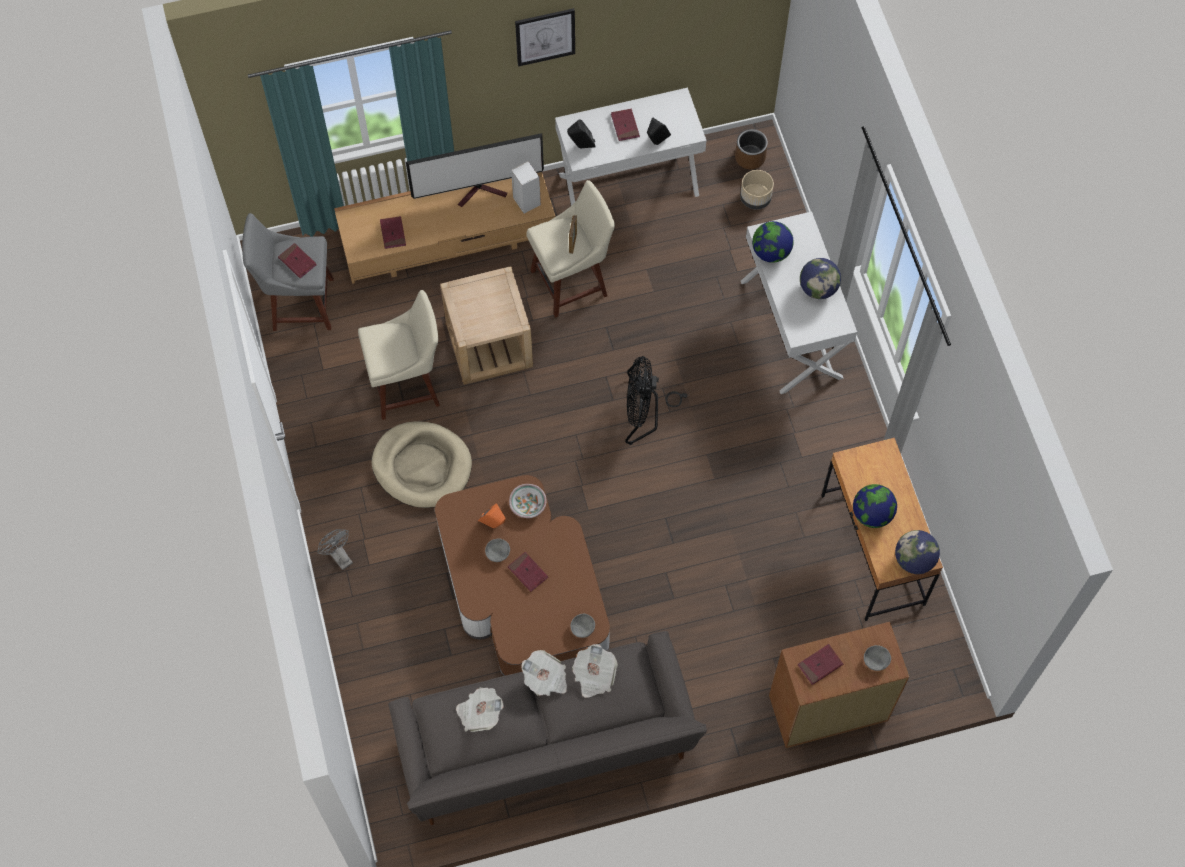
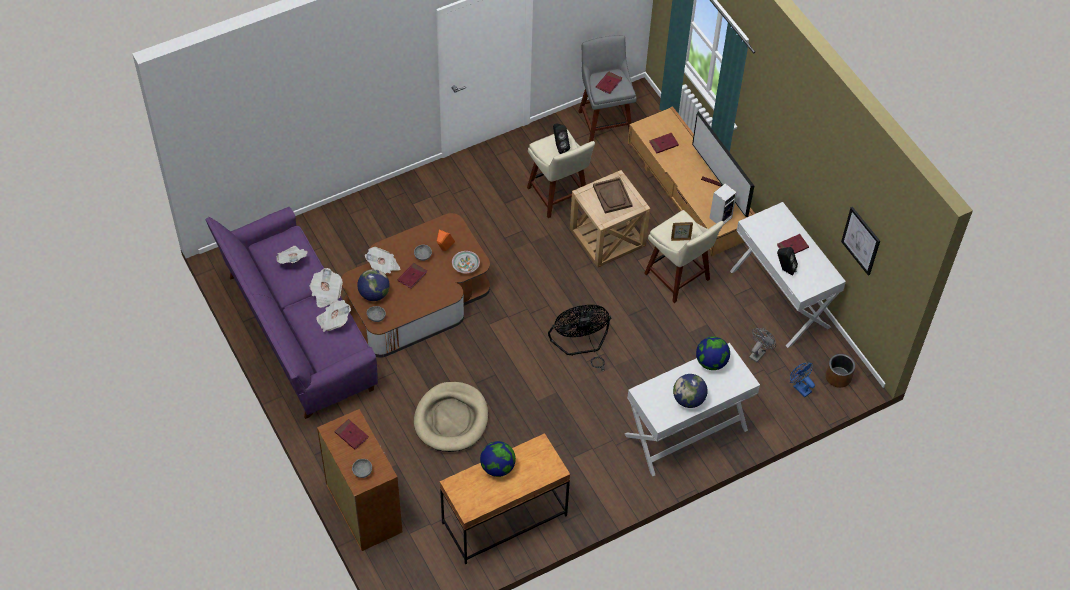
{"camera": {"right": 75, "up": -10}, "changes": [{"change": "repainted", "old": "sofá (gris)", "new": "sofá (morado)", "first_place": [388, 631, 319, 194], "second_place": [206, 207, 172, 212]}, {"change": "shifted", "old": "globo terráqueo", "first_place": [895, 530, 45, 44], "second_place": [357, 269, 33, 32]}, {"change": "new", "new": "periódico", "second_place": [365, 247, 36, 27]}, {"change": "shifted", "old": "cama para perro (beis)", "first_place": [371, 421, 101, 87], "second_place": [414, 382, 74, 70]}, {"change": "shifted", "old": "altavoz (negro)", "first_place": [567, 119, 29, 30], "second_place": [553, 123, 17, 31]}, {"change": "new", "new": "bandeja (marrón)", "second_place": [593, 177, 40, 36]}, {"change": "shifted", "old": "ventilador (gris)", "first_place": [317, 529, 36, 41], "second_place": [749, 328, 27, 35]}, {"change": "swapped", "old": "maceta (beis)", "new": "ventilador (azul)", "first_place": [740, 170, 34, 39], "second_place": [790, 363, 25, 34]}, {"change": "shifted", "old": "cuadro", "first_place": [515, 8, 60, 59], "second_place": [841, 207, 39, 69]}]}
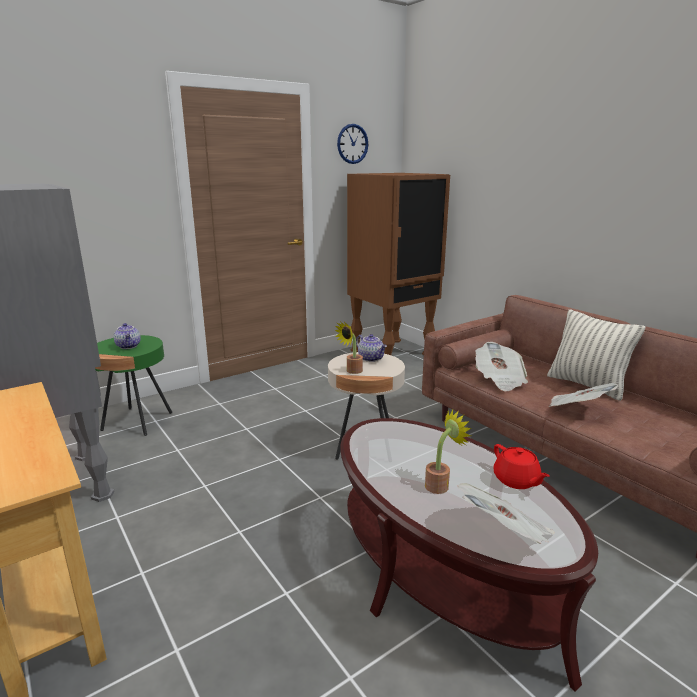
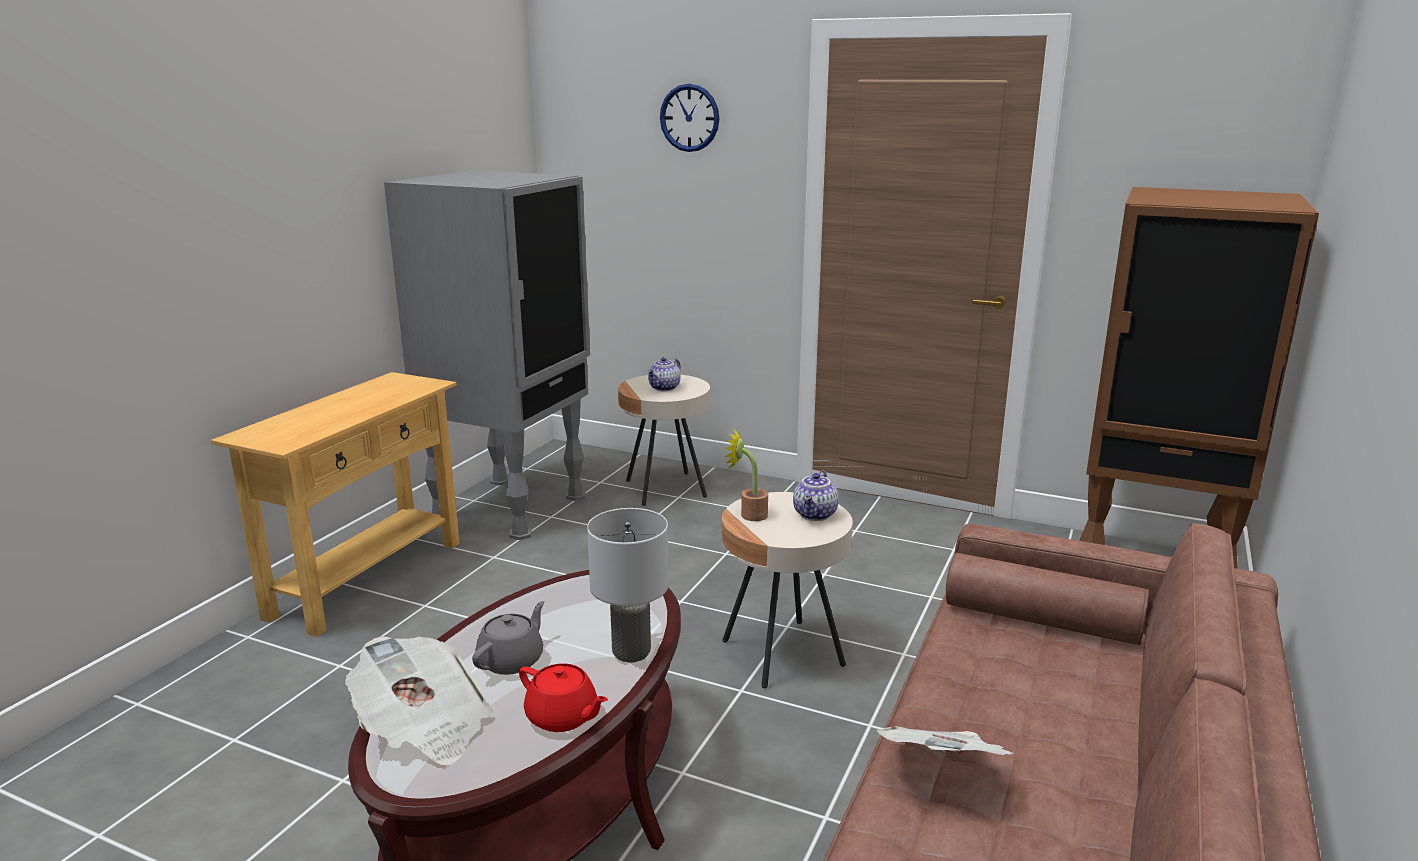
{"camera": {"right": 60, "up": 0}, "changes": [{"change": "swapped", "old": "planta en maceta", "new": "tetera (gris)", "first_place": [425, 410, 46, 84], "second_place": [472, 601, 73, 74]}, {"change": "rotated", "old": "tetera (rojo)", "first_place": [494, 444, 55, 45], "second_place": [519, 663, 89, 69], "degrees": -90}, {"change": "new", "new": "lámpara de mesa (blanco)", "second_place": [587, 508, 82, 155]}, {"change": "repainted", "old": "mesa auxiliar (verde)", "new": "mesa auxiliar (beis)", "first_place": [95, 335, 77, 101], "second_place": [618, 375, 92, 131]}, {"change": "shifted", "old": "reloj de pared", "first_place": [337, 124, 31, 40], "second_place": [660, 84, 60, 68]}, {"change": "gone", "old": "periódico", "first_place": [475, 342, 53, 50]}, {"change": "gone", "old": "cojín", "first_place": [547, 309, 99, 92]}]}
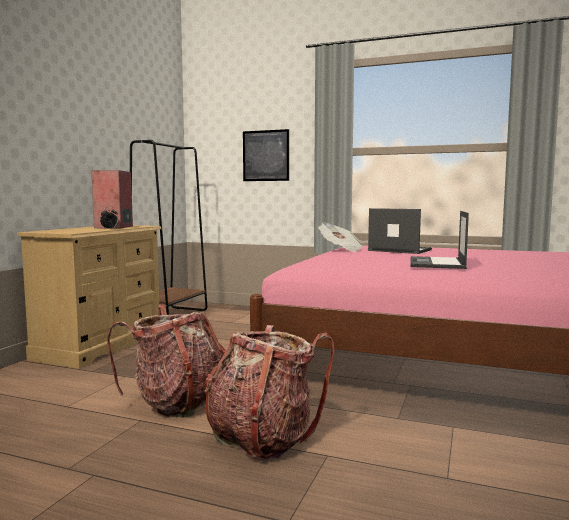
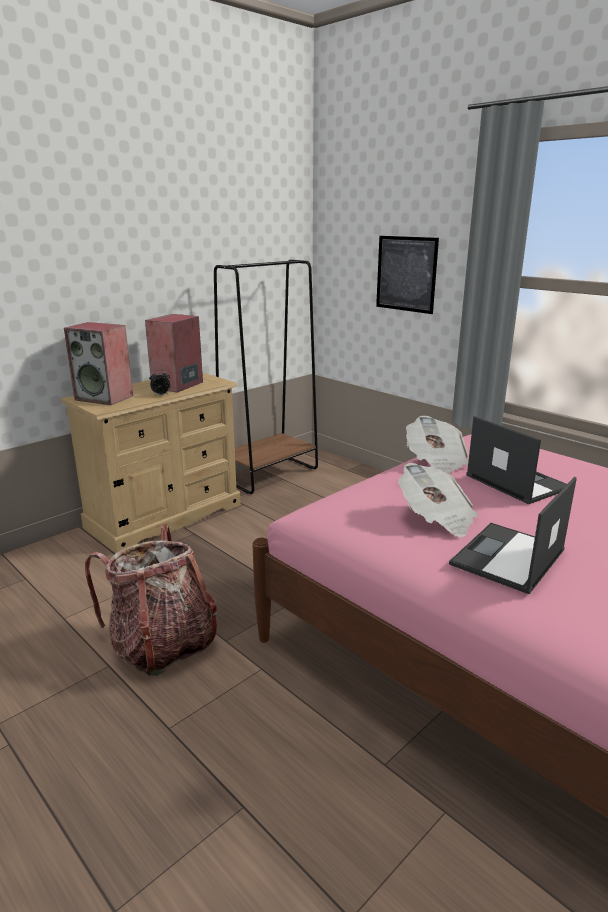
{"camera": {"right": 25, "up": 15}, "changes": [{"change": "new", "new": "altavoz", "second_place": [64, 322, 69, 83]}, {"change": "new", "new": "periódico", "second_place": [398, 463, 80, 75]}, {"change": "gone", "old": "mochila", "first_place": [204, 325, 130, 136]}]}
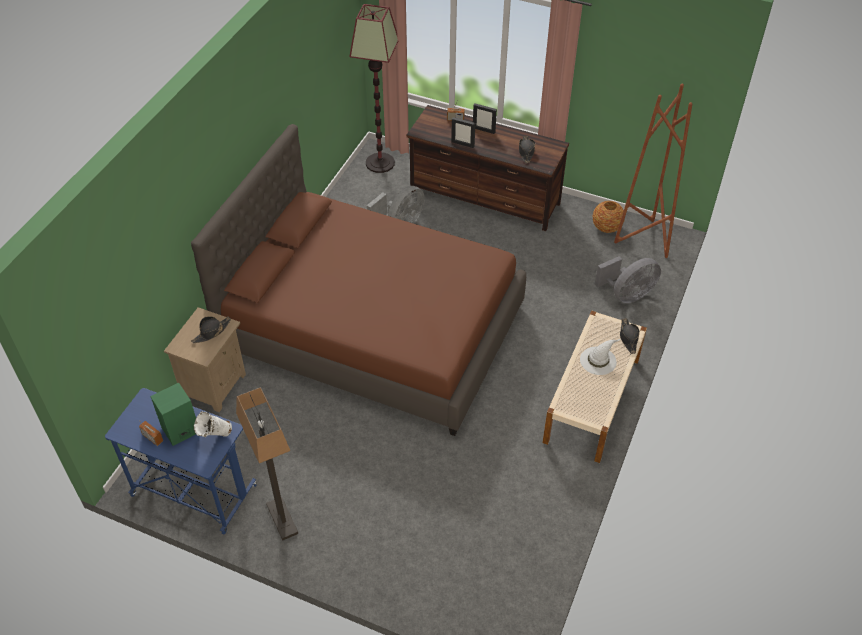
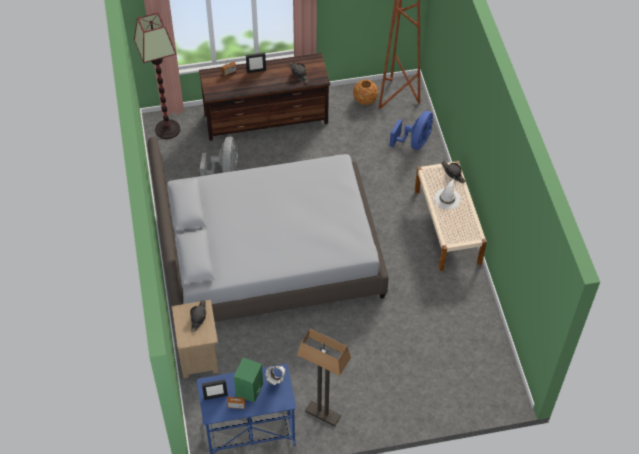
{"camera": {"right": -35, "up": 5}, "changes": [{"change": "repainted", "old": "cama (marrón)", "new": "cama (gris)", "first_place": [191, 124, 335, 312], "second_place": [147, 136, 242, 186]}, {"change": "shifted", "old": "portarretratos", "first_place": [451, 117, 24, 31], "second_place": [202, 379, 26, 21]}, {"change": "repainted", "old": "ventilador (gris)", "new": "ventilador (azul)", "first_place": [595, 256, 66, 47], "second_place": [390, 111, 43, 39]}]}
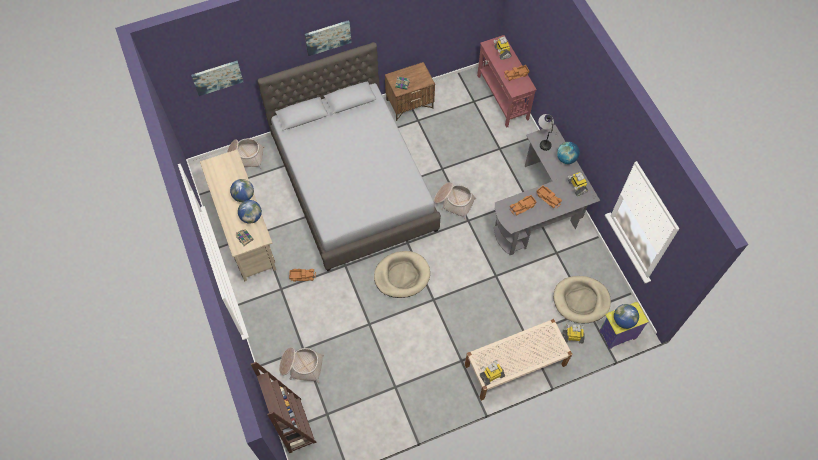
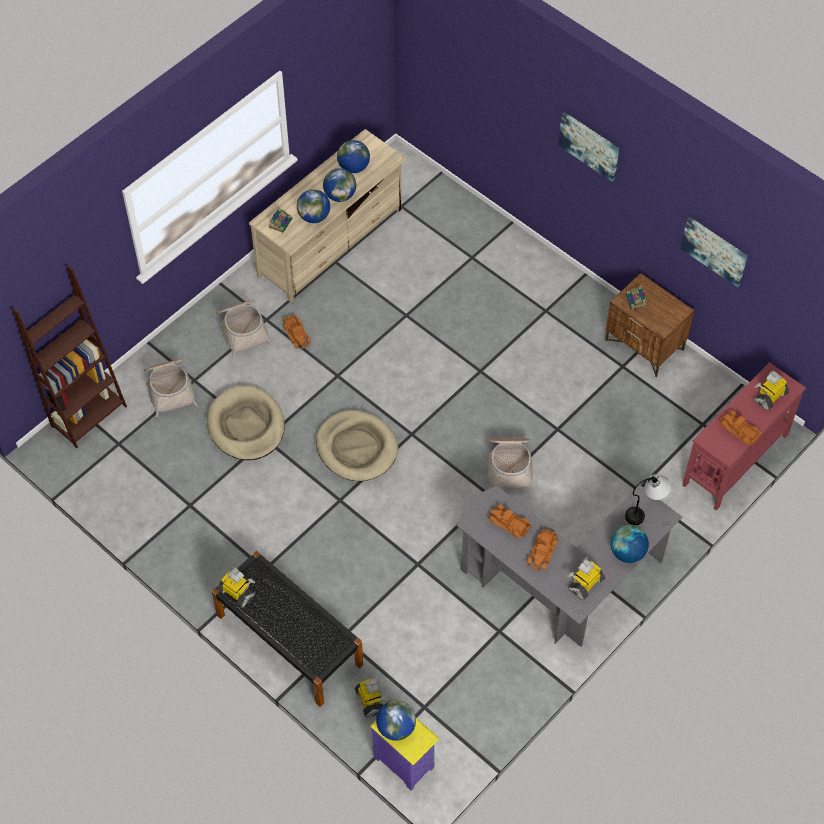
{"camera": {"right": 65, "up": -5}, "changes": [{"change": "shifted", "old": "cama para perro (beis)", "first_place": [553, 276, 58, 47], "second_place": [207, 385, 78, 75]}, {"change": "repainted", "old": "banco (beis)", "new": "banco (negro)", "first_place": [465, 319, 107, 82], "second_place": [212, 550, 151, 157]}, {"change": "shifted", "old": "cesta", "first_place": [227, 138, 38, 31], "second_place": [216, 300, 56, 57]}, {"change": "new", "new": "globo terráqueo", "second_place": [337, 140, 33, 33]}, {"change": "shifted", "old": "cuadro", "first_place": [191, 61, 52, 35], "second_place": [681, 216, 67, 71]}, {"change": "gone", "old": "cama (gris)", "first_place": [258, 42, 183, 229]}]}
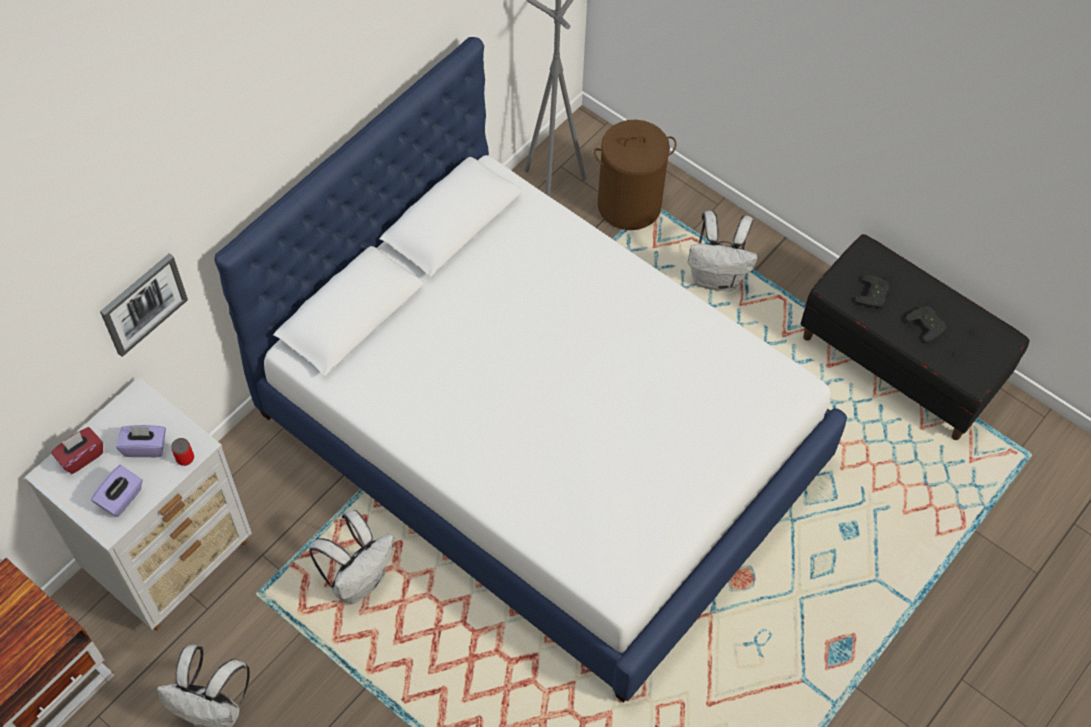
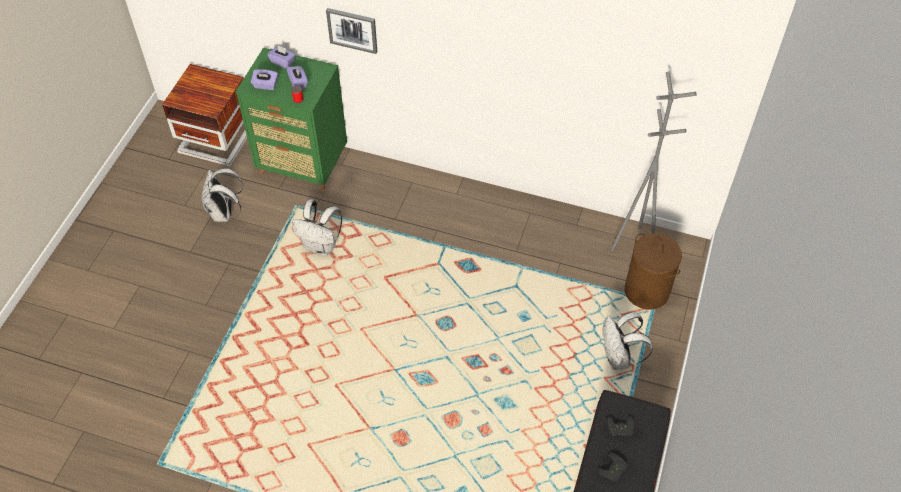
{"camera": {"right": 70, "up": -5}, "changes": [{"change": "repainted", "old": "cómoda (blanco)", "new": "cómoda (verde)", "first_place": [24, 377, 228, 254], "second_place": [236, 48, 111, 142]}, {"change": "repainted", "old": "caja de pañuelos (rojo)", "new": "caja de pañuelos (morado)", "first_place": [51, 427, 52, 47], "second_place": [267, 45, 29, 23]}, {"change": "gone", "old": "cama (blanco)", "first_place": [214, 37, 633, 666]}]}
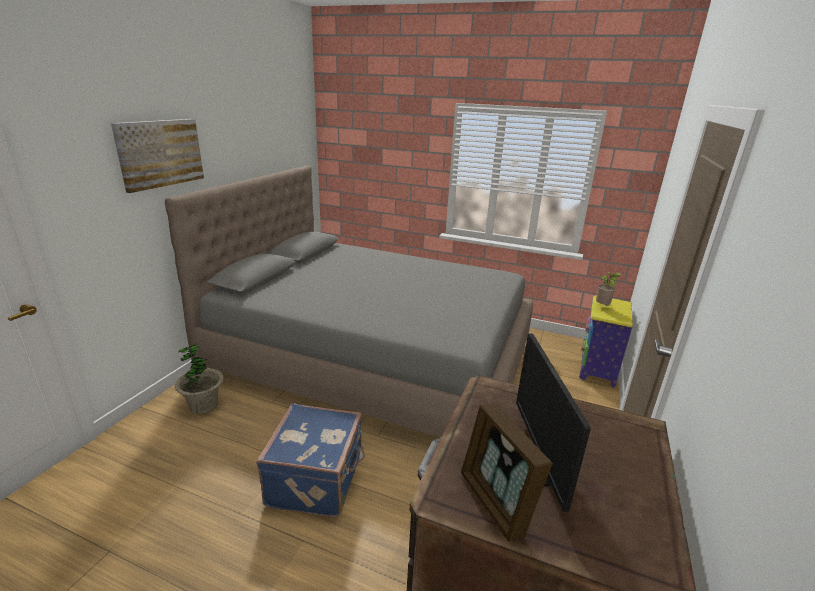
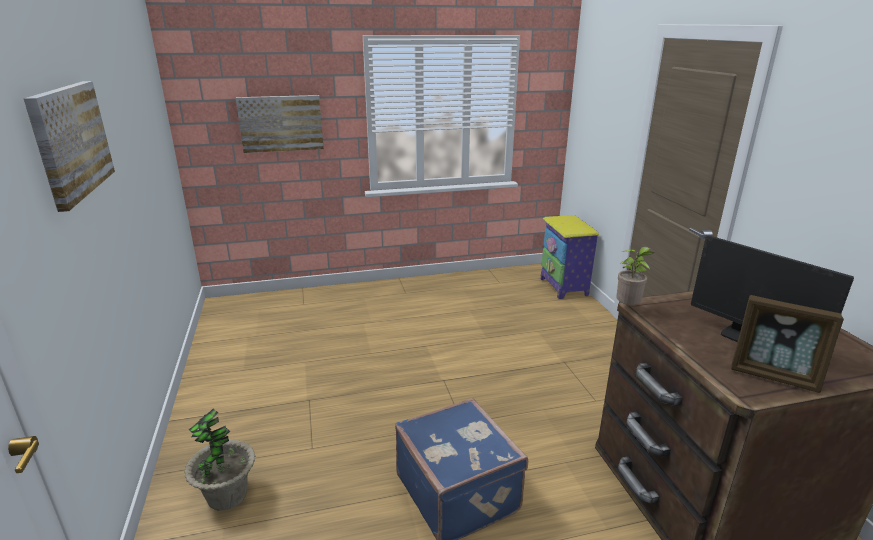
{"camera": {"right": -35, "up": 0}, "changes": [{"change": "new", "new": "cuadro", "second_place": [236, 95, 88, 58]}, {"change": "shifted", "old": "planta en maceta", "first_place": [596, 272, 26, 34], "second_place": [616, 247, 38, 58]}, {"change": "gone", "old": "cama (gris)", "first_place": [165, 166, 368, 271]}]}
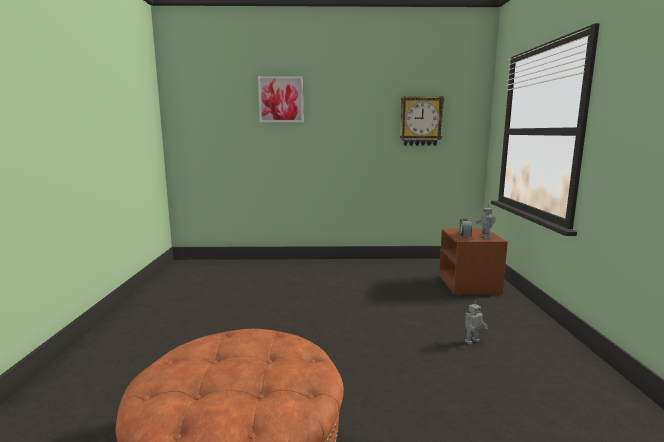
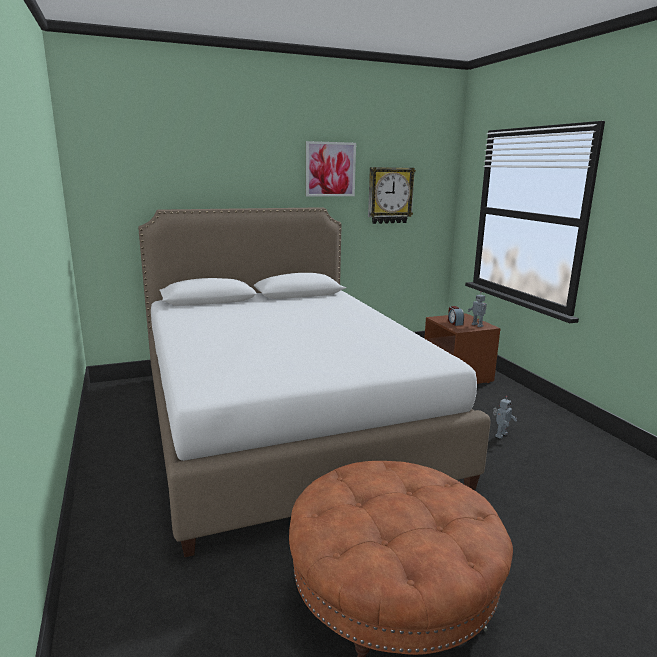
{"camera": {"right": -20, "up": 5}, "changes": [{"change": "new", "new": "cama (blanco)", "second_place": [138, 207, 353, 350]}, {"change": "shifted", "old": "cuadro", "first_place": [258, 76, 45, 46], "second_place": [306, 141, 50, 55]}]}
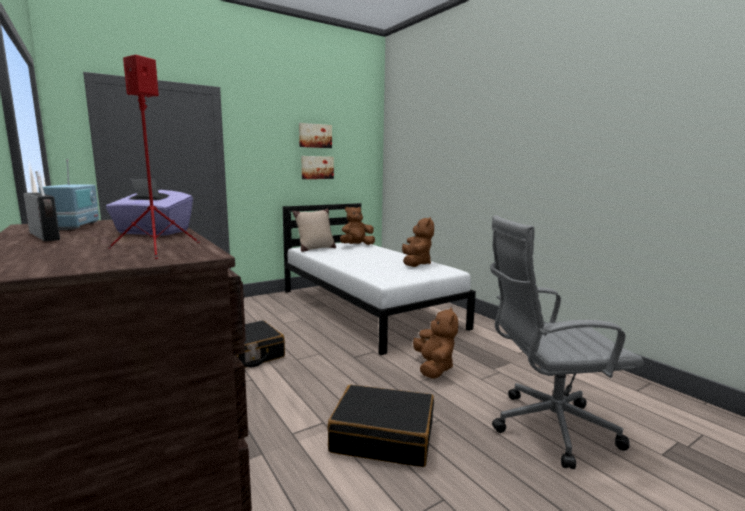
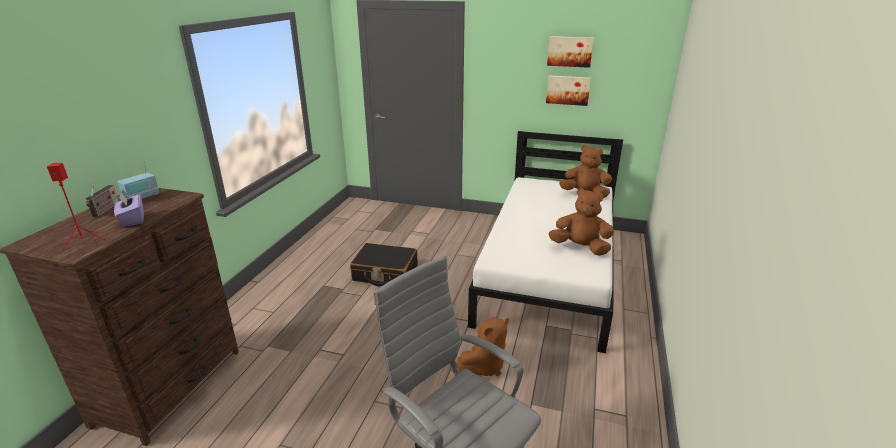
{"camera": {"right": 50, "up": 15}, "changes": [{"change": "rotated", "old": "peluche (marrón)", "first_place": [402, 217, 32, 50], "second_place": [548, 188, 66, 68], "degrees": -120}, {"change": "gone", "old": "cojín (beis)", "first_place": [292, 209, 44, 43]}, {"change": "gone", "old": "maleta (negro)", "first_place": [327, 385, 107, 82]}]}
